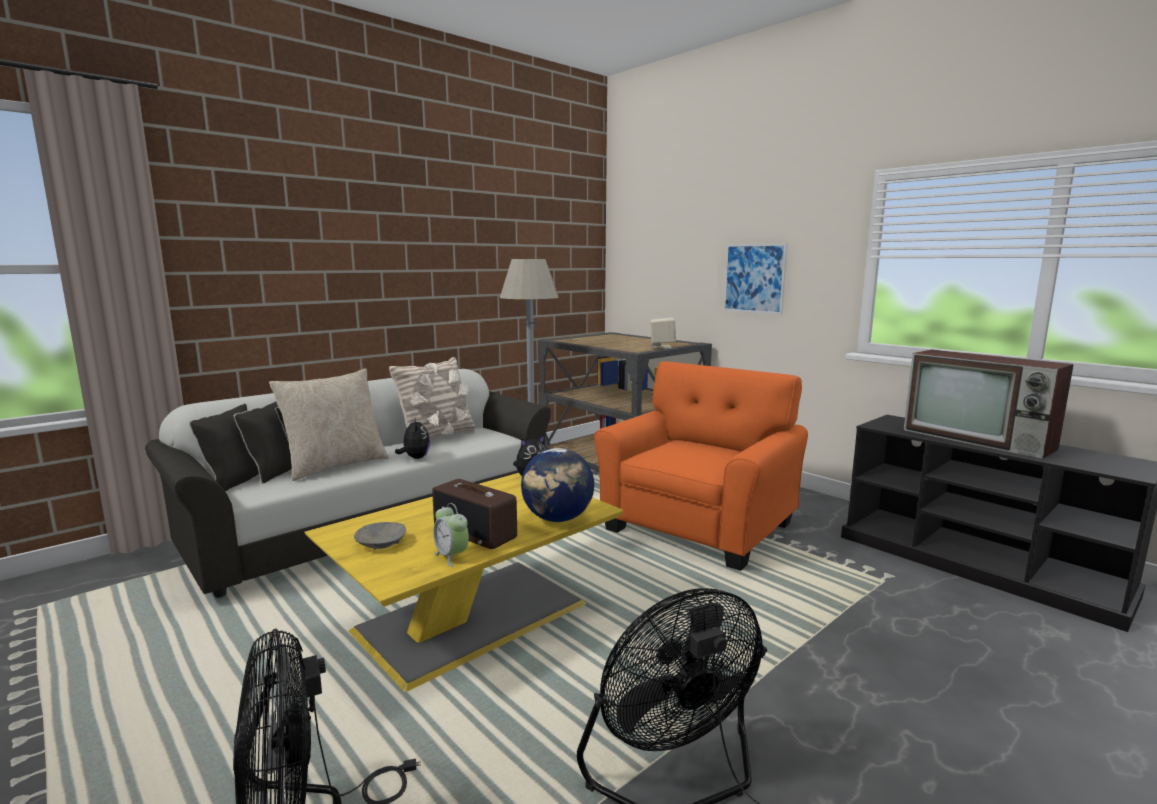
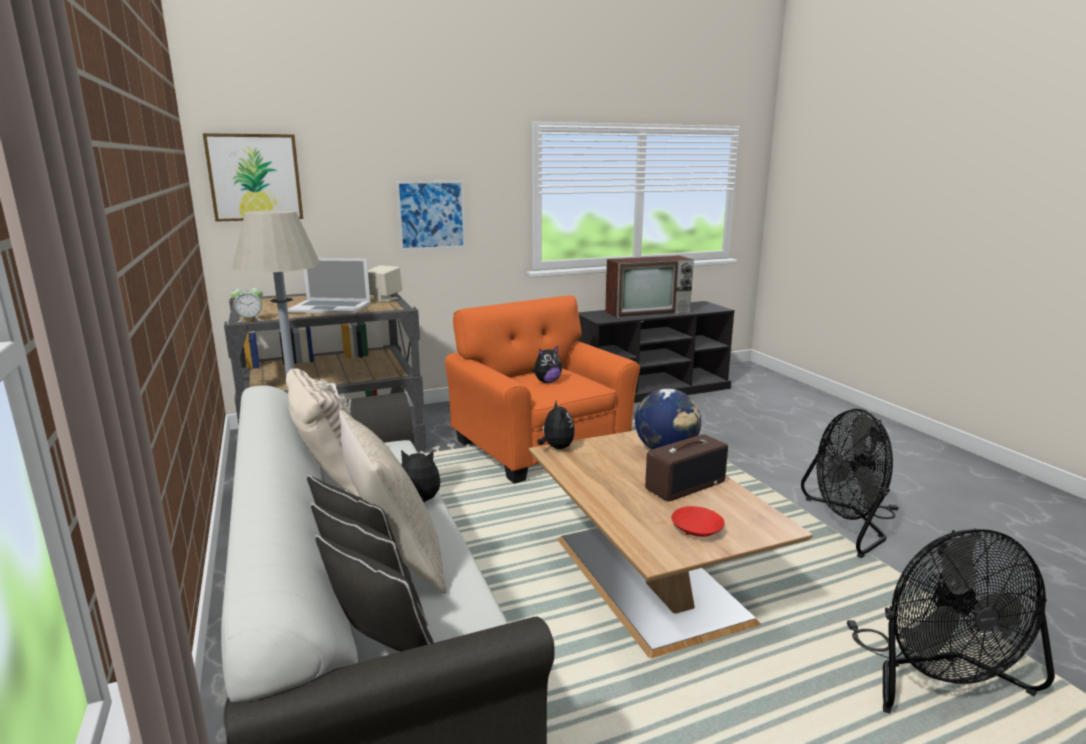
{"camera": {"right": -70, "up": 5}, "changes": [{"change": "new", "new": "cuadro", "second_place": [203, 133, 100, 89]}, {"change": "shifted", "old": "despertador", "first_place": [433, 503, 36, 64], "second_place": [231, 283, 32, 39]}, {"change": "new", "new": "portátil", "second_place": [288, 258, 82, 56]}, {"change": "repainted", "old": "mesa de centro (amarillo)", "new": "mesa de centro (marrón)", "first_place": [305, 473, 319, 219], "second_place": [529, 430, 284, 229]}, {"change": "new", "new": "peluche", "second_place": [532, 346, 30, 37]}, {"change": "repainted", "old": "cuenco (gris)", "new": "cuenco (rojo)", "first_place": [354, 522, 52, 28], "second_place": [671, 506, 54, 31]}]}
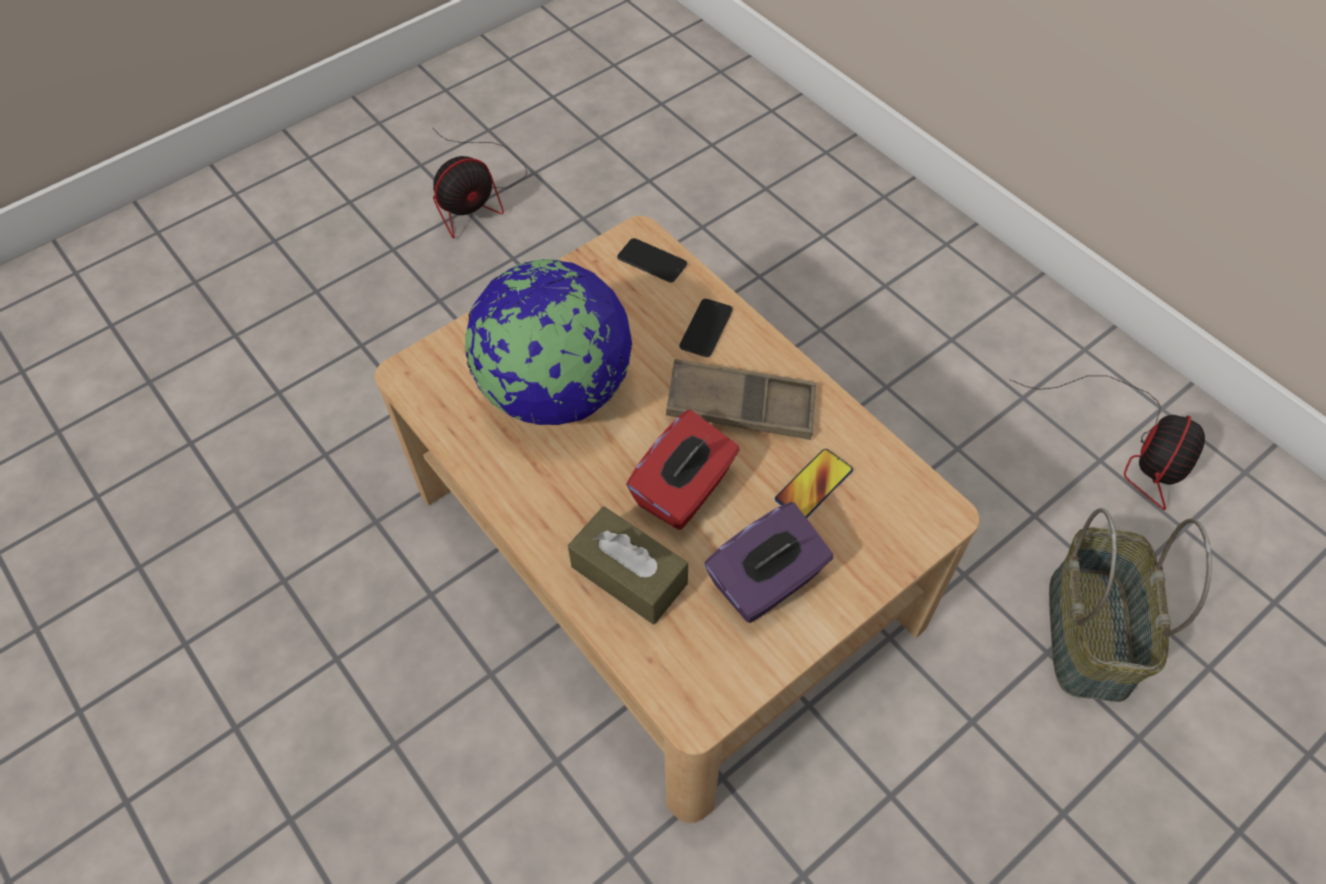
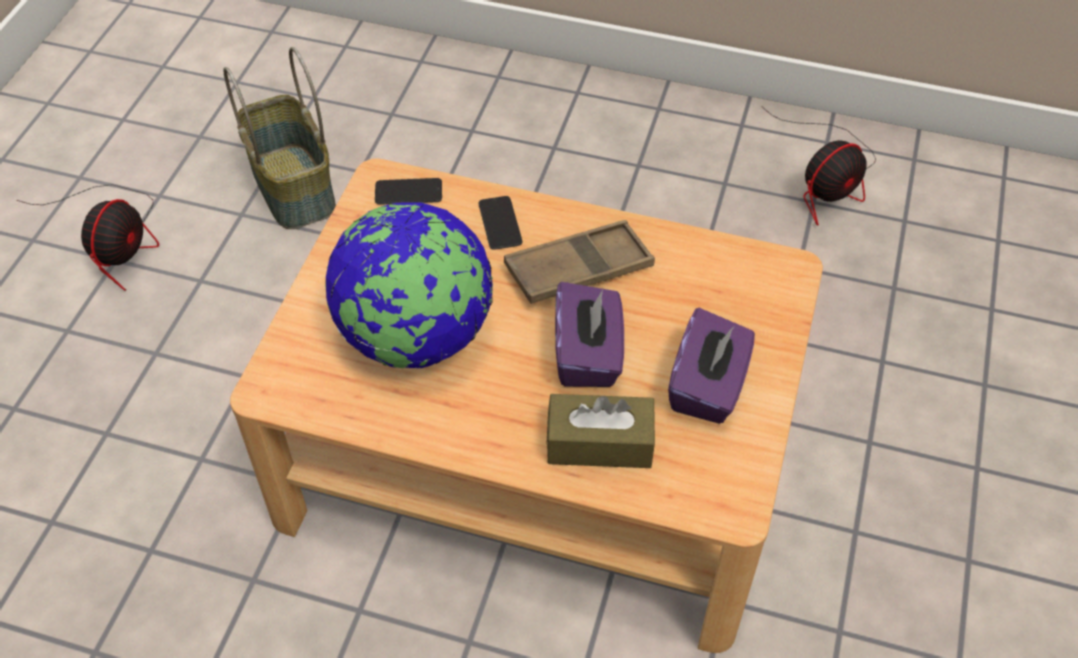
{"camera": {"right": -35, "up": -5}, "changes": [{"change": "shifted", "old": "cesta", "first_place": [1049, 508, 163, 194], "second_place": [223, 47, 113, 182]}, {"change": "repainted", "old": "caja de pañuelos (rojo)", "new": "caja de pañuelos (morado)", "first_place": [626, 410, 114, 120], "second_place": [555, 282, 69, 105]}, {"change": "rotated", "old": "ventilador", "first_place": [1010, 375, 195, 135], "second_place": [761, 106, 115, 120], "degrees": 60}, {"change": "gone", "old": "móvil", "first_place": [775, 449, 78, 69]}]}
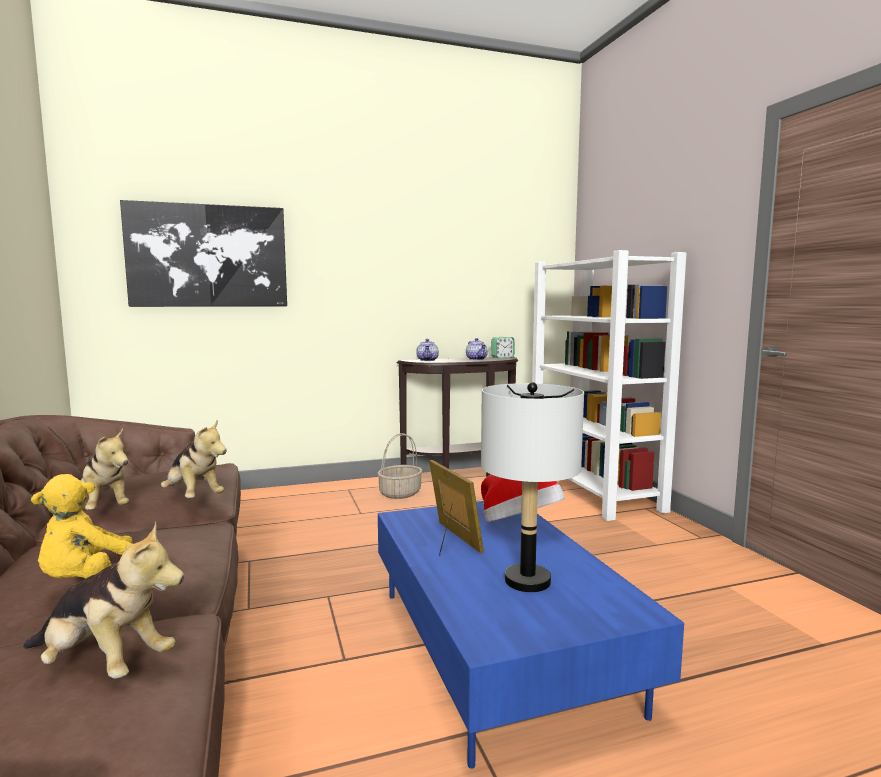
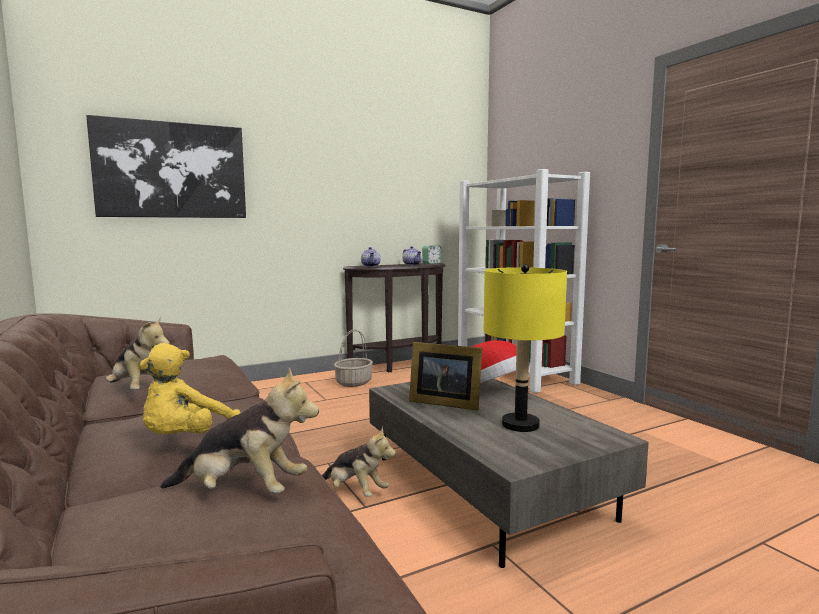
{"camera": {"right": -10, "up": 0}, "changes": [{"change": "shifted", "old": "peluche", "first_place": [161, 419, 66, 79], "second_place": [322, 426, 74, 71]}, {"change": "repainted", "old": "mesa de centro (azul)", "new": "mesa de centro (gris)", "first_place": [378, 501, 306, 268], "second_place": [369, 379, 280, 189]}, {"change": "rotated", "old": "portarretratos", "first_place": [429, 460, 55, 95], "second_place": [409, 342, 73, 69], "degrees": 150}, {"change": "repainted", "old": "lámpara de mesa (gris)", "new": "lámpara de mesa (amarillo)", "first_place": [481, 382, 103, 210], "second_place": [484, 264, 83, 168]}]}
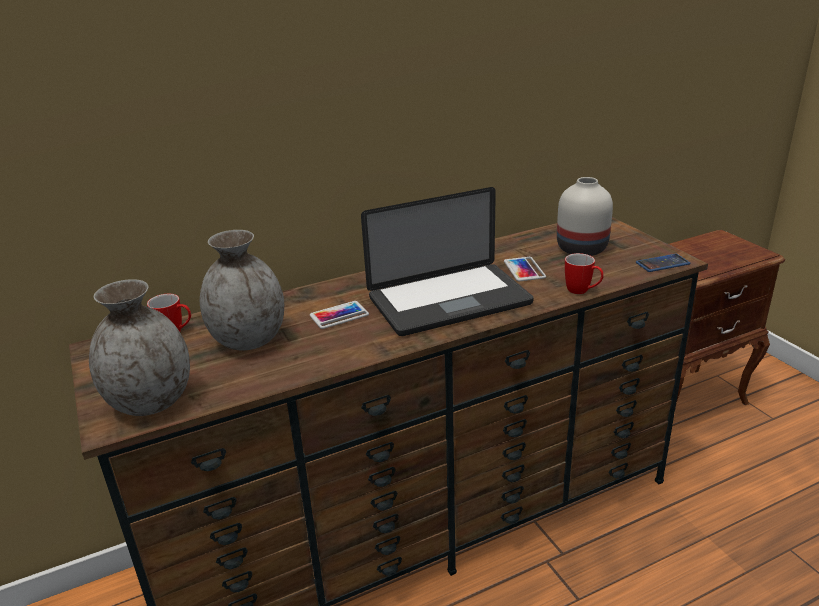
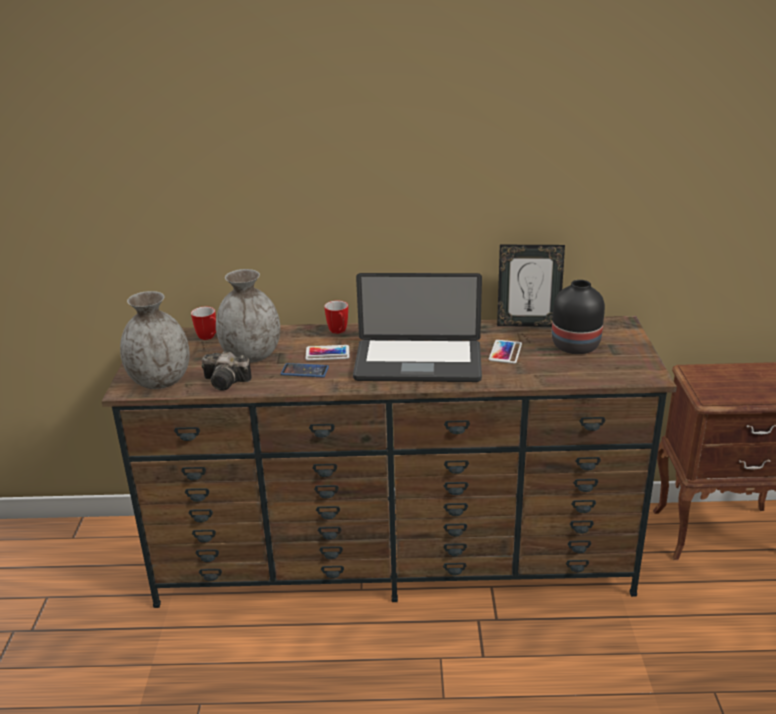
{"camera": {"right": 25, "up": 0}, "changes": [{"change": "new", "new": "cámara", "second_place": [202, 351, 50, 40]}, {"change": "shifted", "old": "móvil", "first_place": [636, 254, 54, 18], "second_place": [281, 363, 48, 15]}, {"change": "shifted", "old": "taza grande", "first_place": [565, 253, 39, 41], "second_place": [324, 301, 24, 33]}, {"change": "new", "new": "portarretratos", "second_place": [497, 245, 68, 82]}, {"change": "repainted", "old": "florero (blanco)", "new": "florero (negro)", "first_place": [557, 177, 56, 79], "second_place": [552, 280, 53, 74]}]}
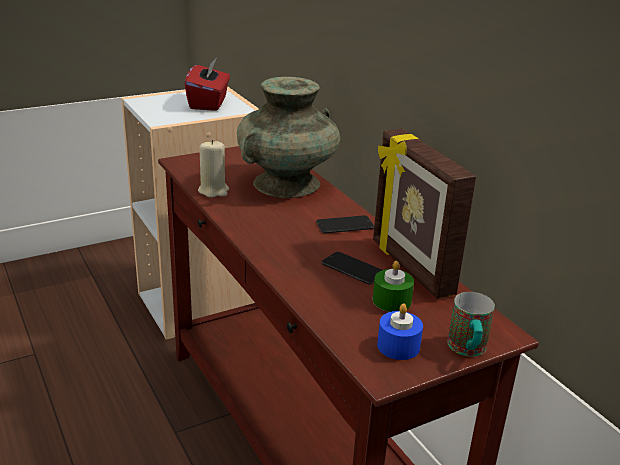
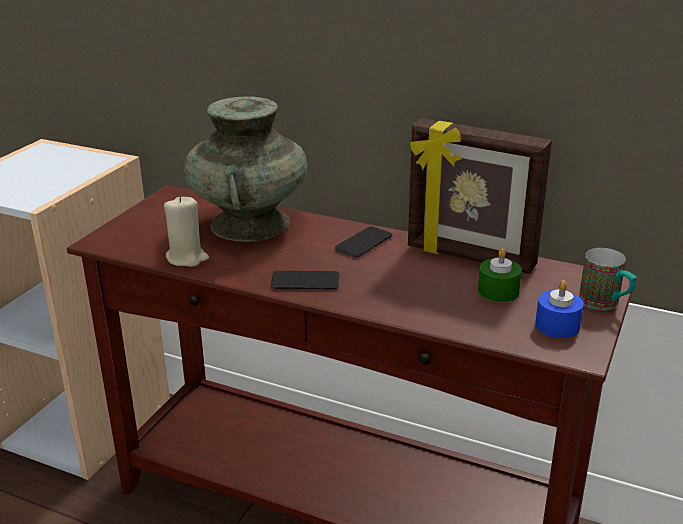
{"camera": {"right": -35, "up": 0}, "changes": [{"change": "shifted", "old": "móvil", "first_place": [321, 252, 61, 32], "second_place": [271, 271, 68, 18]}, {"change": "gone", "old": "caja de pañuelos (rojo)", "first_place": [185, 58, 45, 53]}]}
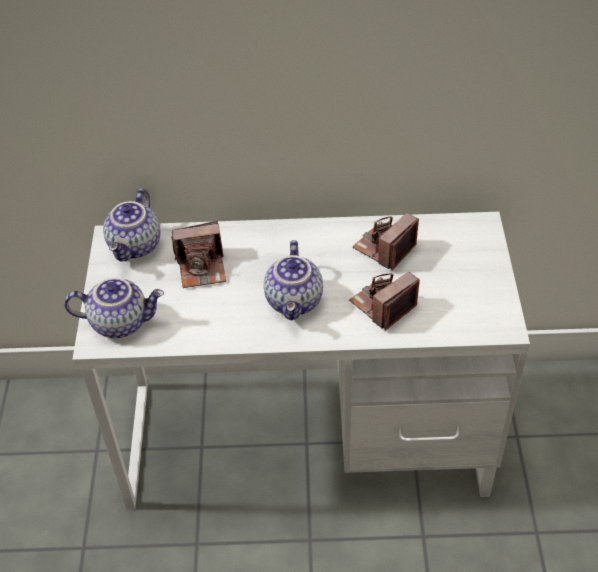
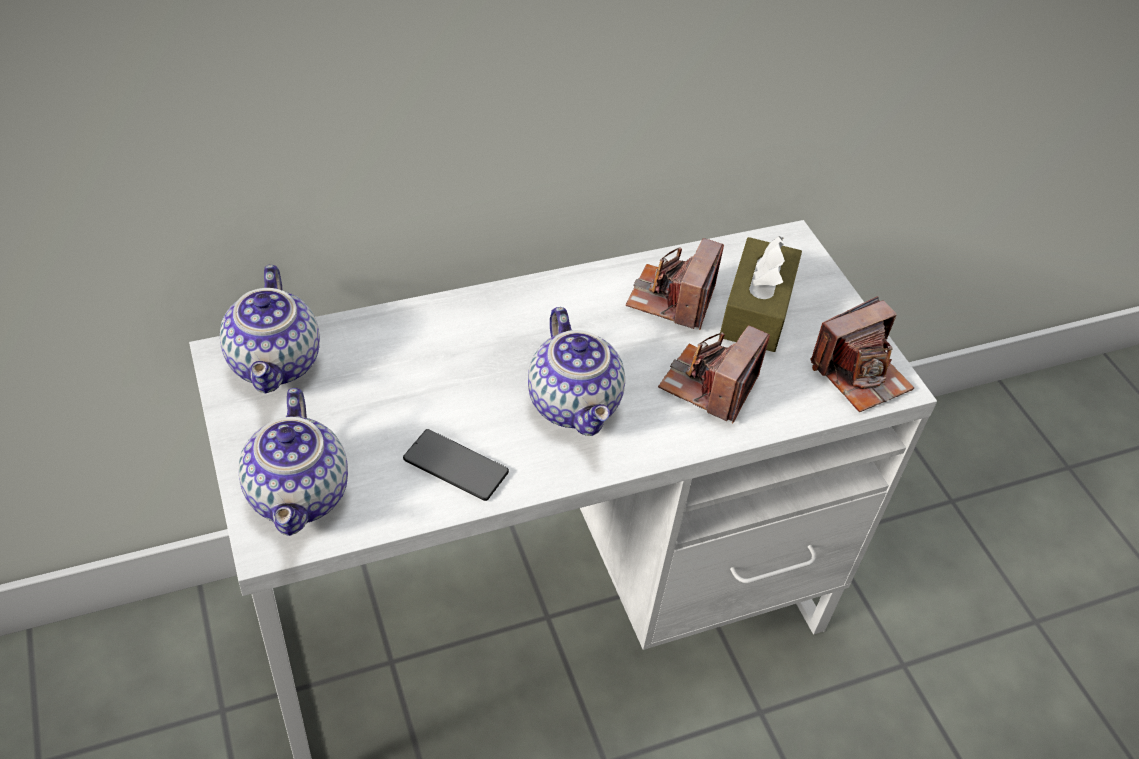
{"camera": {"right": -25, "up": 0}, "changes": [{"change": "rotated", "old": "tetera", "first_place": [64, 278, 100, 60], "second_place": [238, 388, 110, 148], "degrees": 105}, {"change": "new", "new": "móvil", "second_place": [403, 429, 106, 72]}, {"change": "new", "new": "caja de pañuelos (marrón)", "second_place": [719, 236, 83, 116]}, {"change": "shifted", "old": "cámara", "first_place": [171, 221, 55, 67], "second_place": [810, 296, 104, 116]}]}
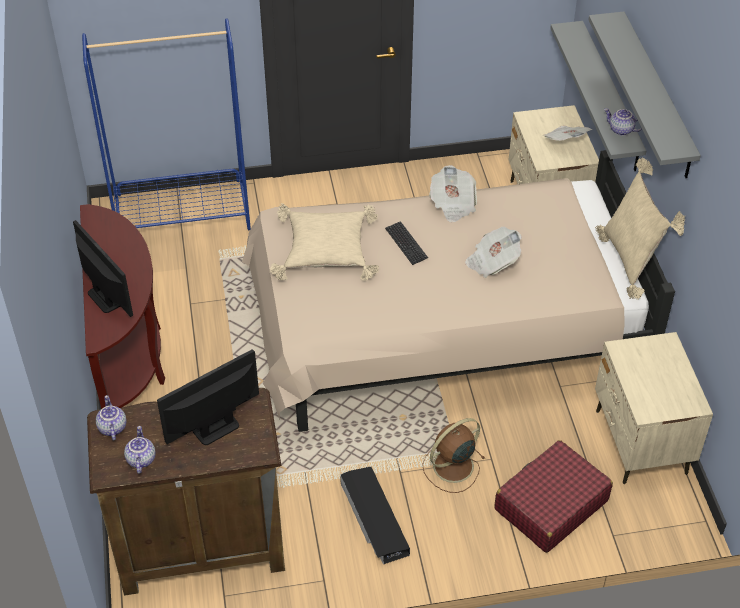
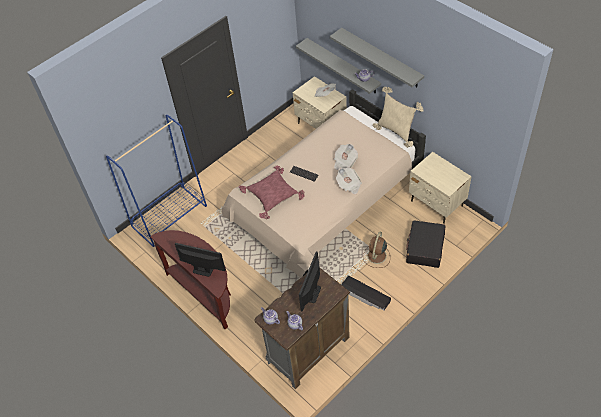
{"camera": {"right": -30, "up": 5}, "changes": [{"change": "repainted", "old": "cojín (beis)", "new": "cojín (rojo)", "first_place": [270, 203, 109, 78], "second_place": [239, 166, 66, 53]}, {"change": "shifted", "old": "periódico", "first_place": [429, 165, 48, 58], "second_place": [336, 167, 26, 28]}, {"change": "repainted", "old": "maleta (rojo)", "new": "maleta (negro)", "first_place": [495, 440, 118, 113], "second_place": [406, 220, 39, 48]}]}
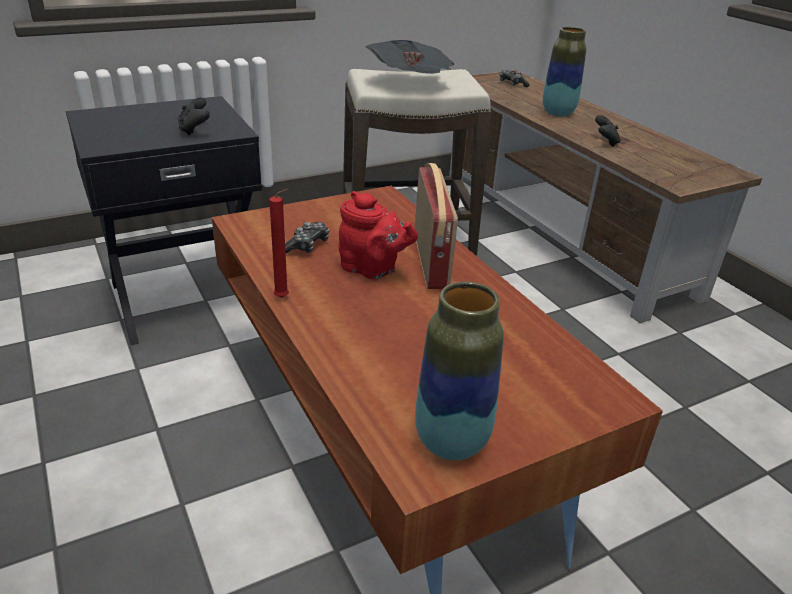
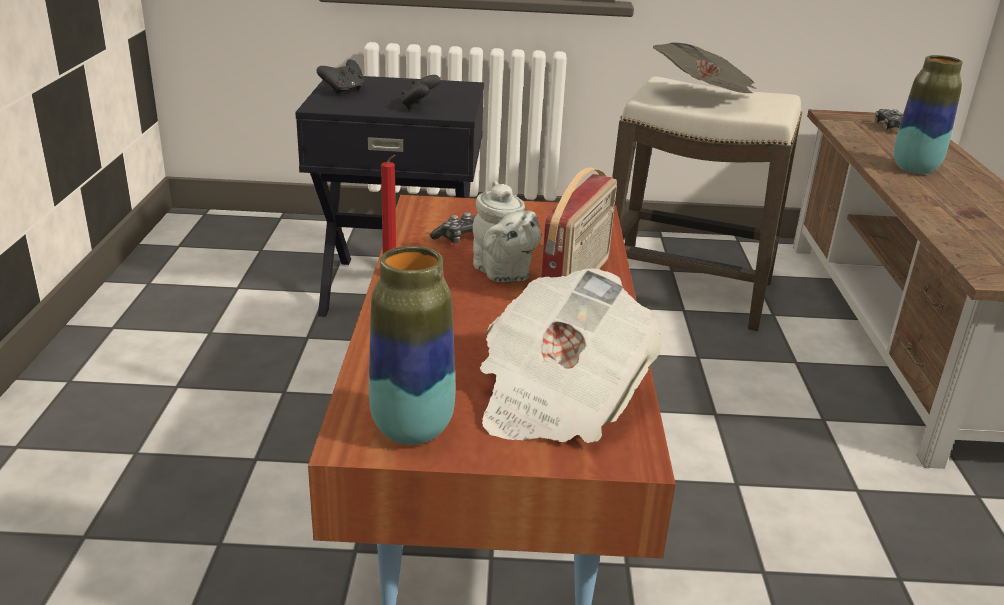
{"camera": {"right": 30, "up": -5}, "changes": [{"change": "shifted", "old": "mando de consola (negro)", "first_place": [595, 115, 26, 32], "second_place": [317, 59, 48, 36]}, {"change": "repainted", "old": "tetera (rojo)", "new": "tetera (gris)", "first_place": [338, 191, 80, 88], "second_place": [473, 180, 68, 102]}, {"change": "new", "new": "periódico", "second_place": [480, 268, 182, 175]}]}
